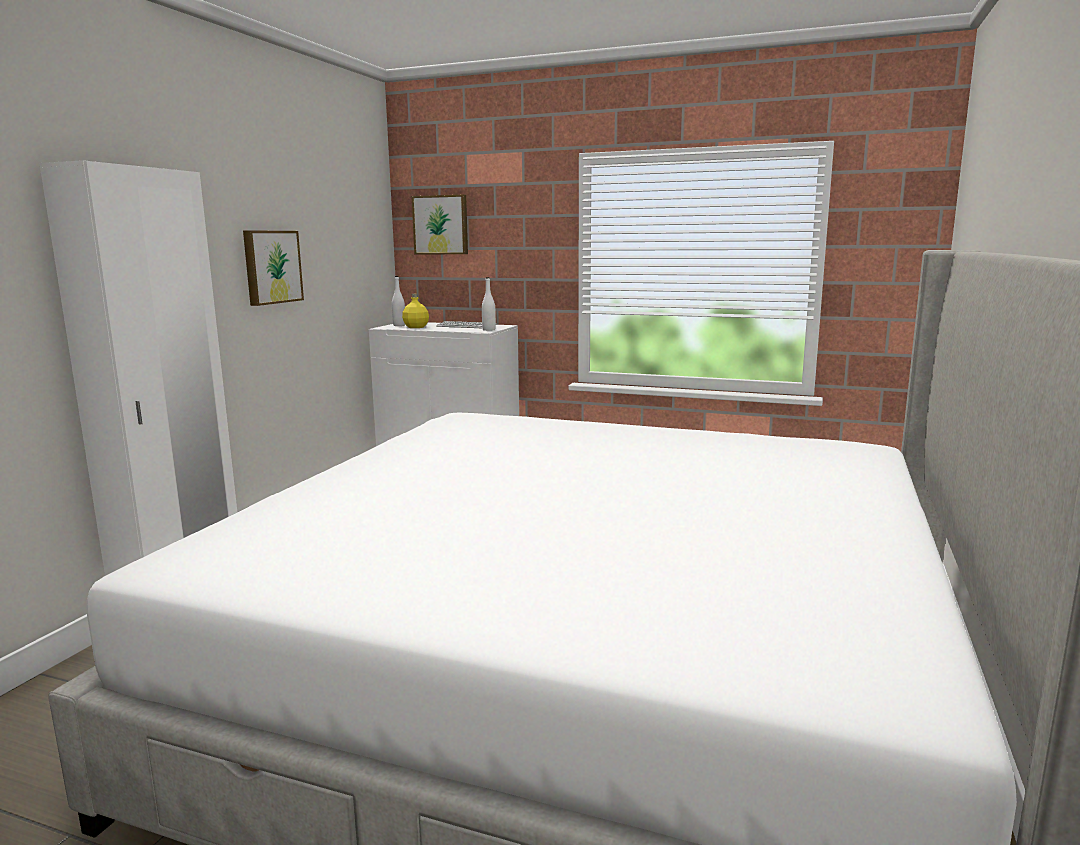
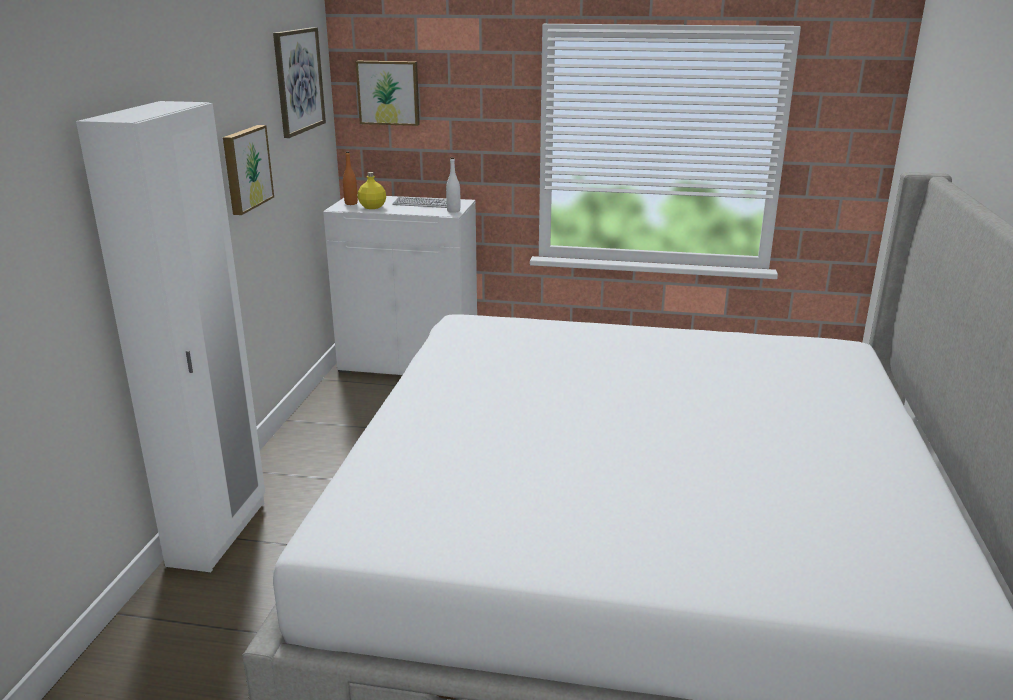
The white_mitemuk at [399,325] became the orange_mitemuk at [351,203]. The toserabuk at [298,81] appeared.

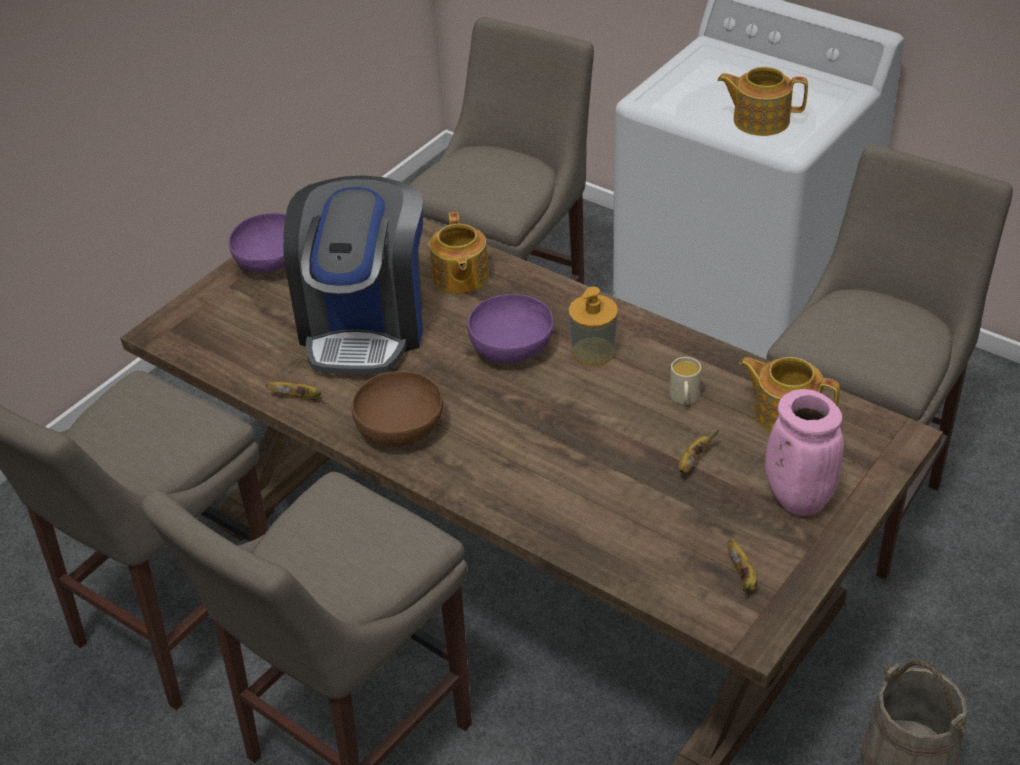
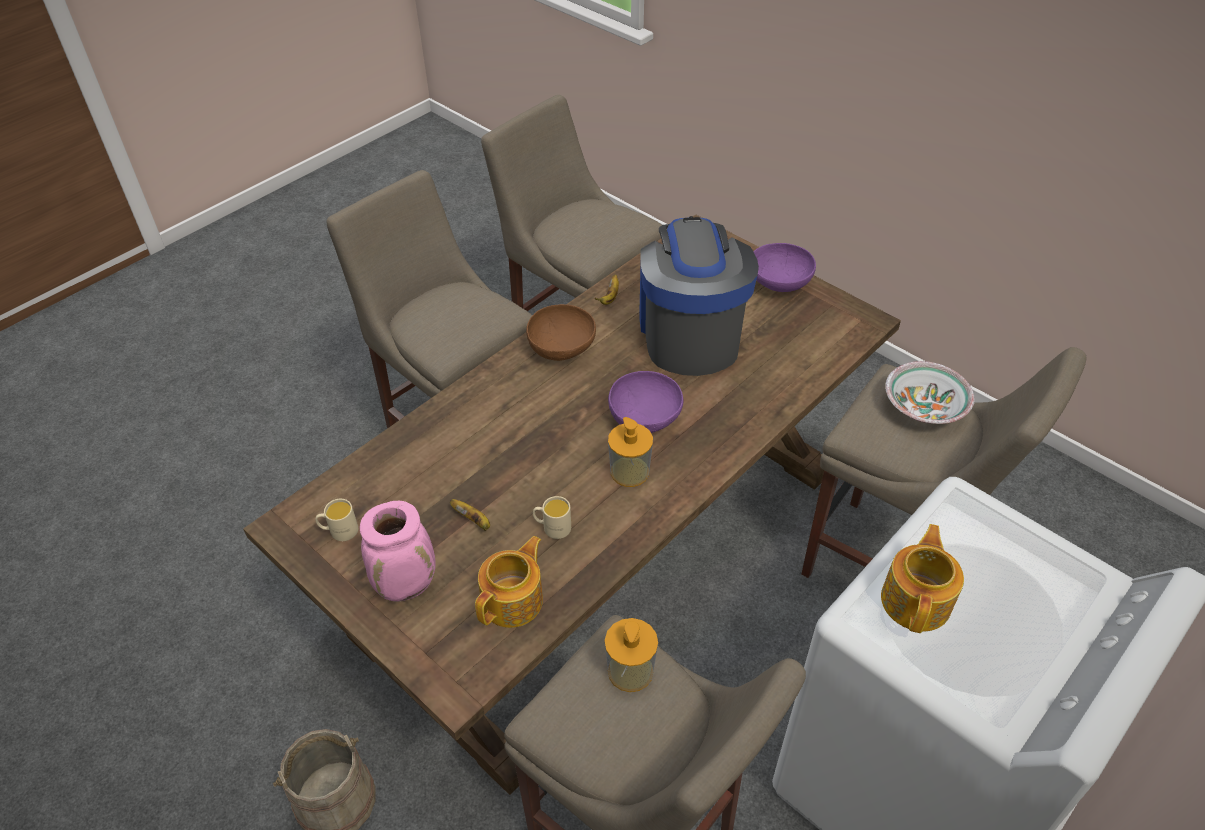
The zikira at [365,325] turned 75 degrees clockwise. The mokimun at [459,277] disappeared. The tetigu at [743,575] was replaced by the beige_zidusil at [339,531]. The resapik at [630,671] appeared. The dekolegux at [925,408] appeared.

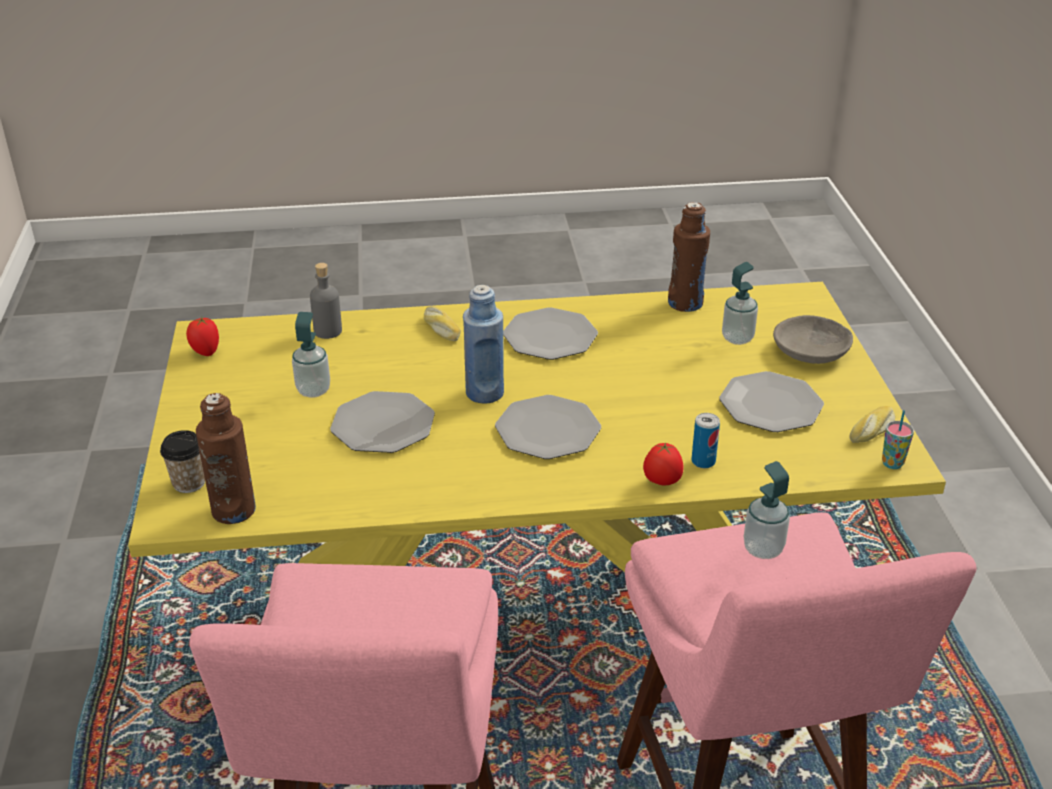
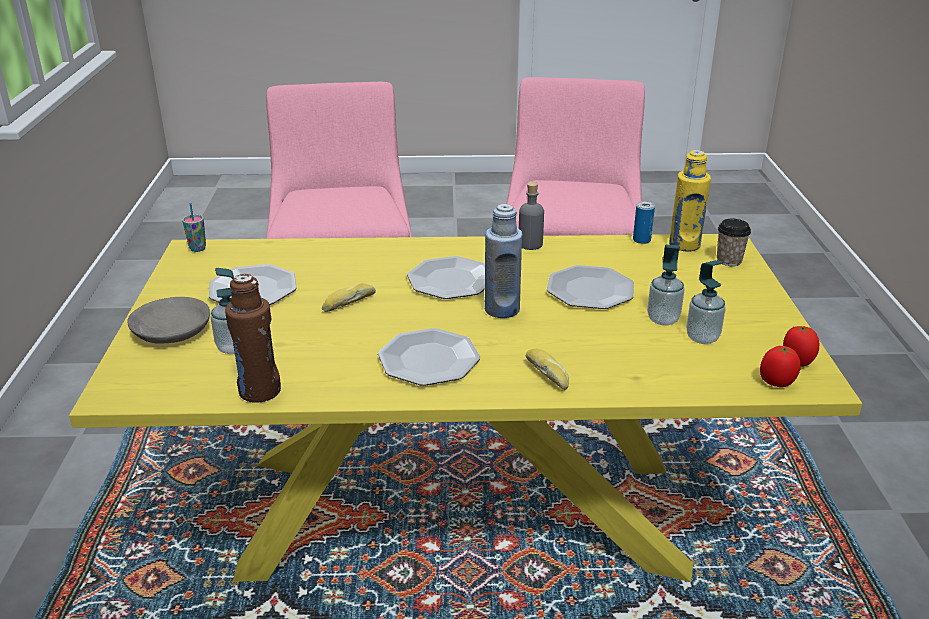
The brown_mitemuk at [233,510] became the yellow_mitemuk at [684,245]. The grey_mitemuk moved from [328,331] to [530,244]. The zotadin moved from [662,482] to [776,383]. The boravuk moved from [703,461] to [641,240]. The resapik moved from [763,549] to [702,337]. The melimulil moved from [873,431] to [348,303].

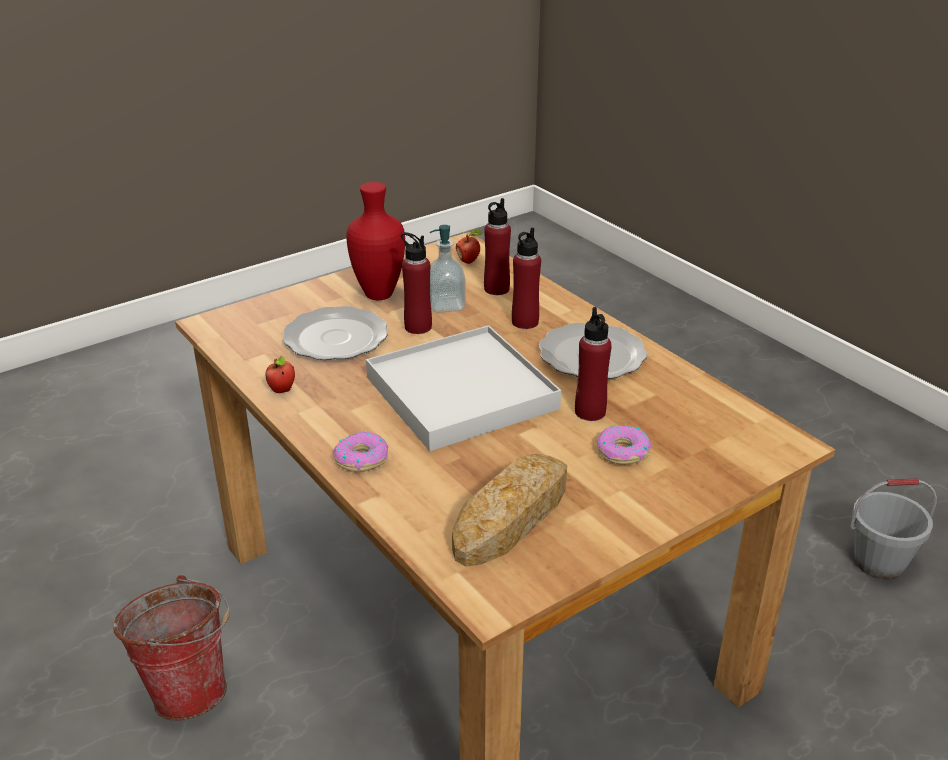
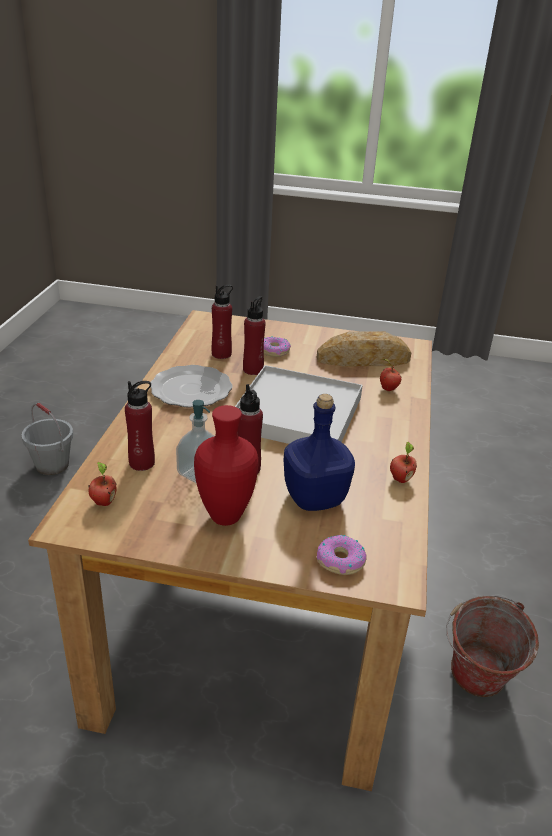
The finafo at [335,337] was replaced by the blue_mitemuk at [313,498]. The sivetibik moved from [361,459] to [340,561]. The red_mitemuk moved from [525,322] to [221,354]. The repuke at [387,389] appeared.

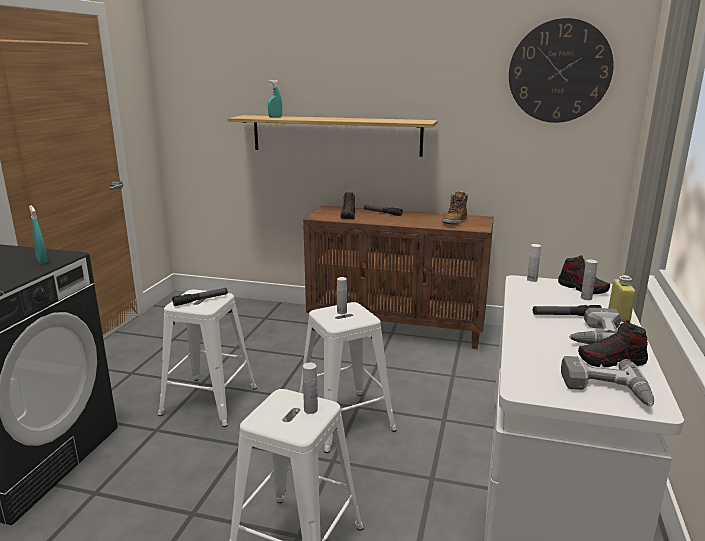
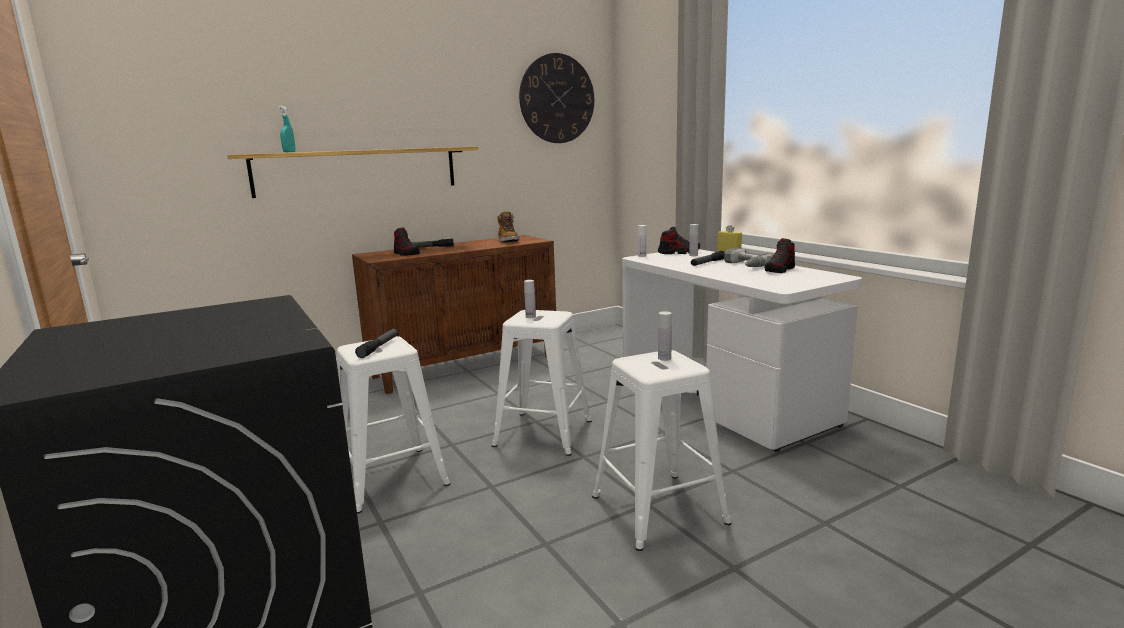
The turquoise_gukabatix at [42,261] disappeared. The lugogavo at [605,390] disappeared.

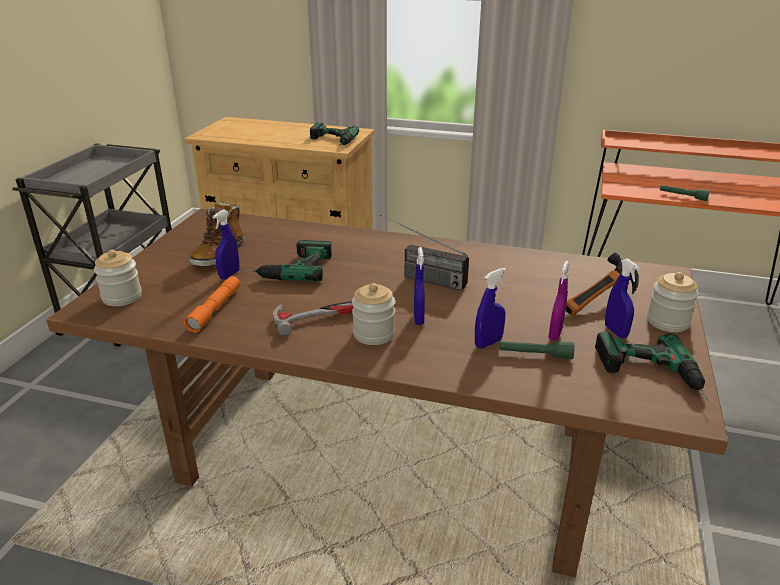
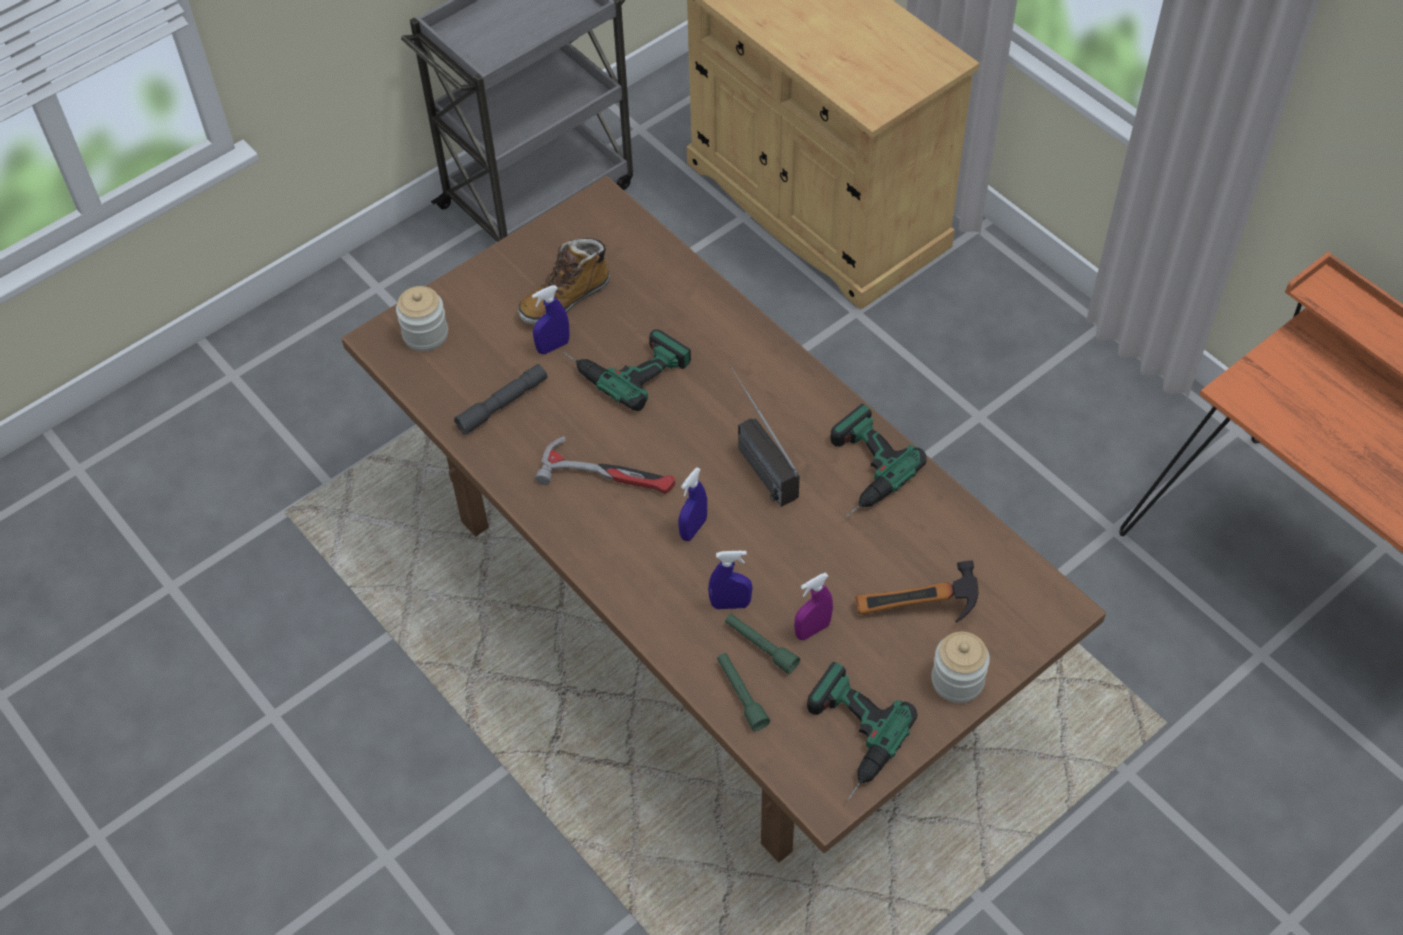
The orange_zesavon at [215,309] became the grey_zesavon at [502,404]. The lugogavo moved from [331,141] to [858,471]. The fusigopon at [374,334] disappeared. The blue_gukabatix at [615,331] disappeared. The green_zesavon moved from [682,196] to [741,695].

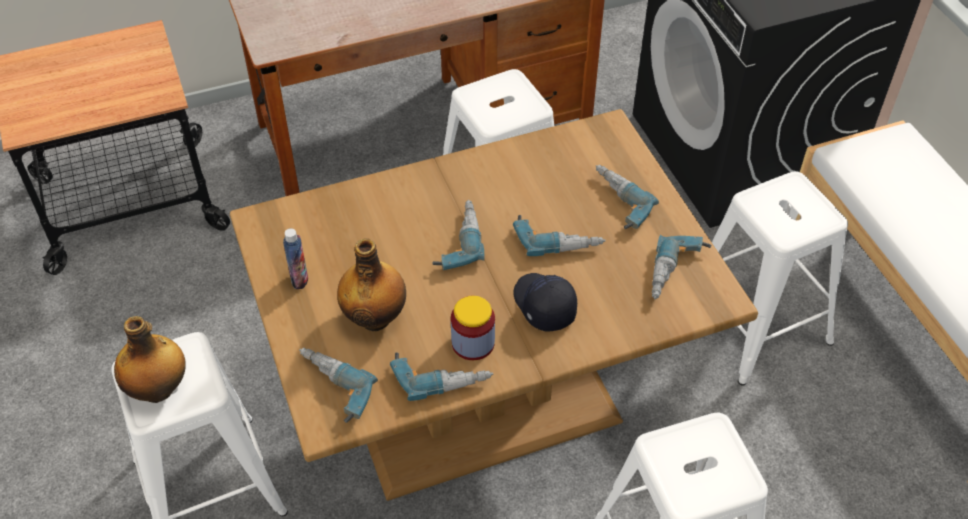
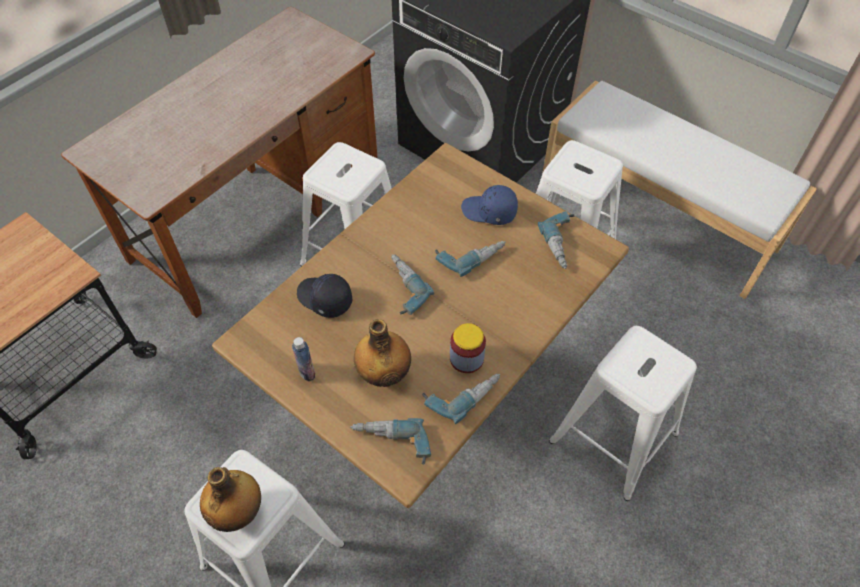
The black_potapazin moved from [543,305] to [324,299]. The lugogavo at [615,203] was replaced by the blue_potapazin at [489,212].

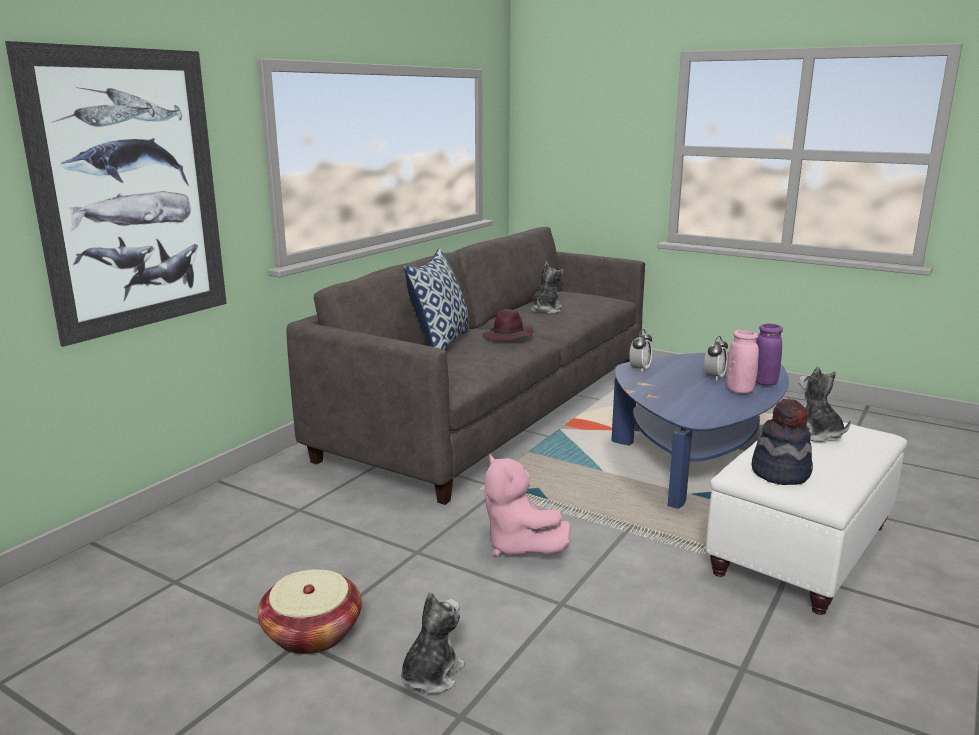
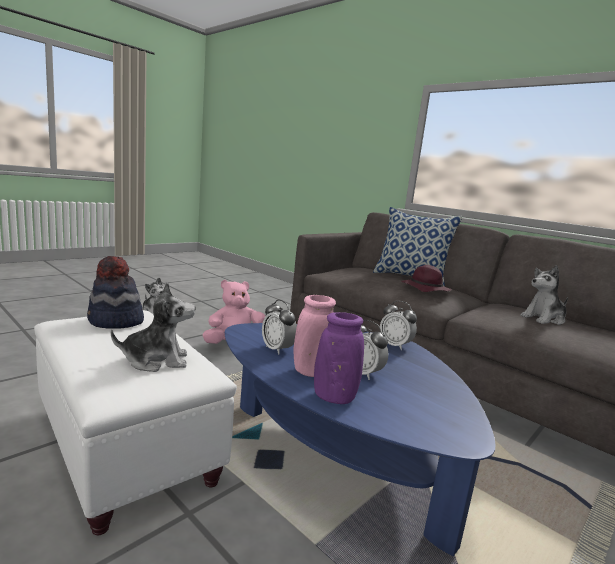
The toserabuk at [131,192] disappeared. The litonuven at [312,633] disappeared. The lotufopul at [545,310] turned 120 degrees clockwise. The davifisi at [277,349] appeared.

